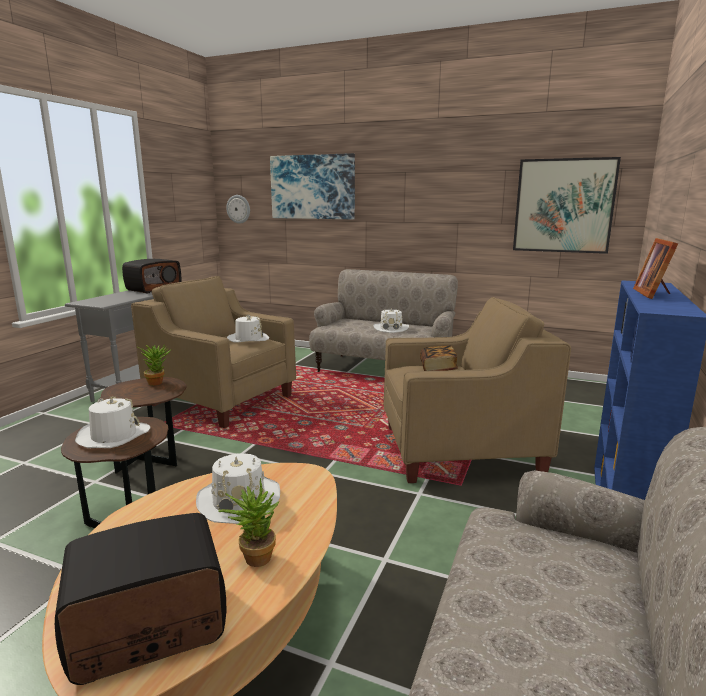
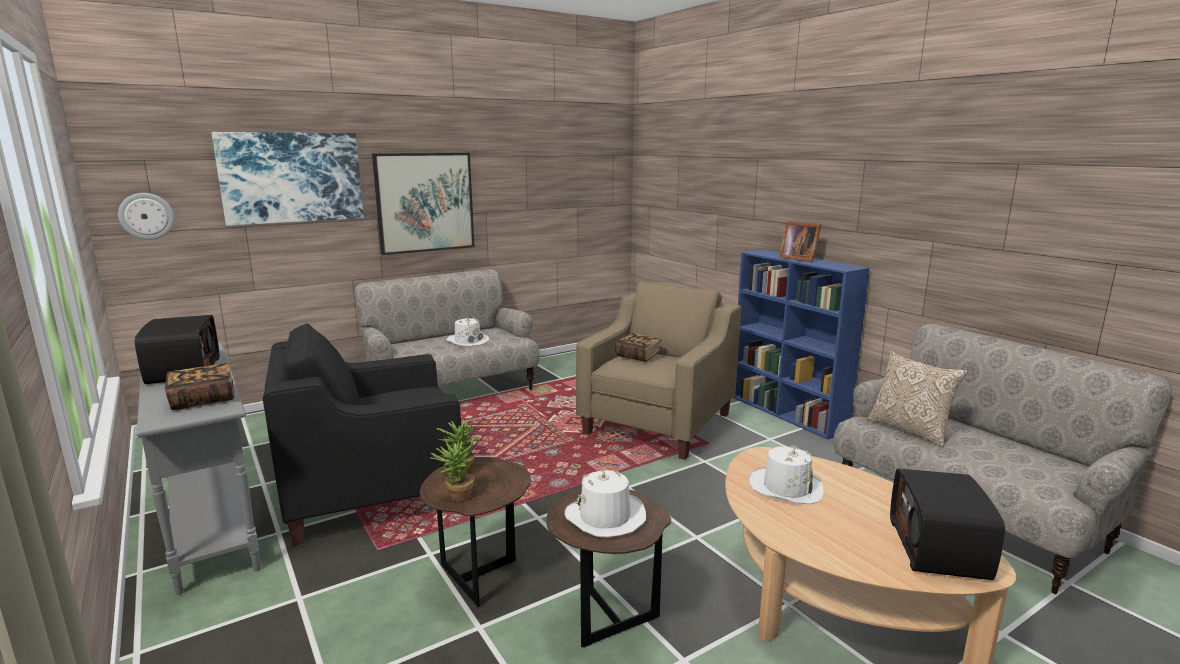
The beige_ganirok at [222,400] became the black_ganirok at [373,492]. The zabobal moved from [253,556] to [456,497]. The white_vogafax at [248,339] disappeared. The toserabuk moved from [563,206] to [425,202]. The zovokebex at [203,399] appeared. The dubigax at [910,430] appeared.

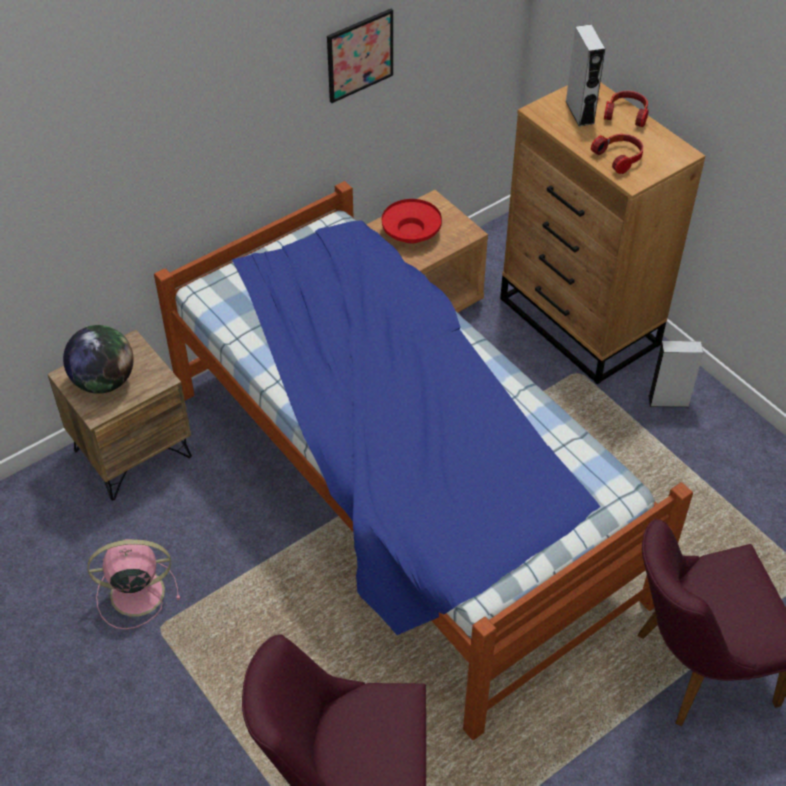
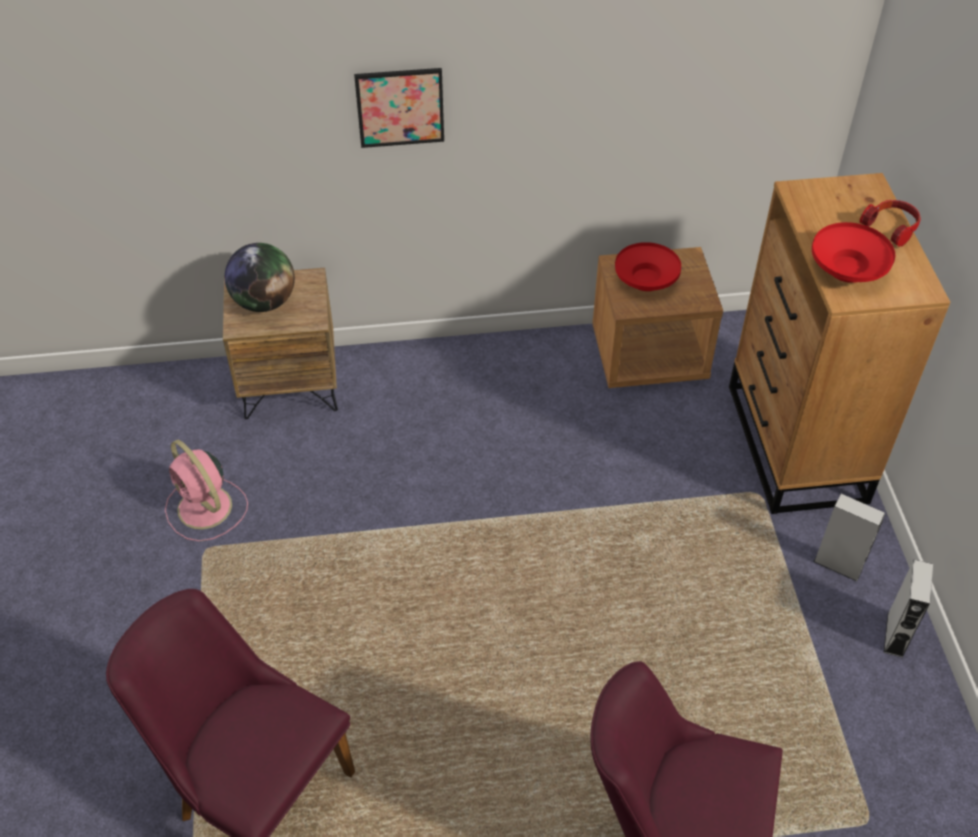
The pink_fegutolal at [134,593] turned 150 degrees counterclockwise. The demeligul at [400,494] disappeared. The toserabuk moved from [360,55] to [400,107]. The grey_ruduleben moved from [579,112] to [895,635]. The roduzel at [619,157] was replaced by the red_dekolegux at [848,268].

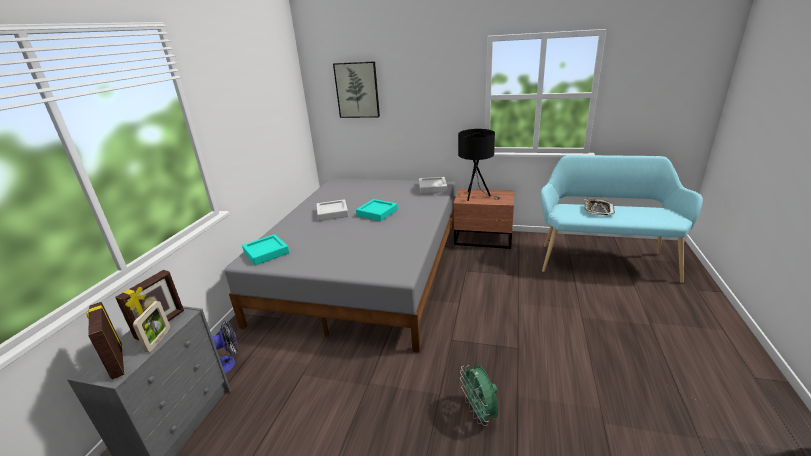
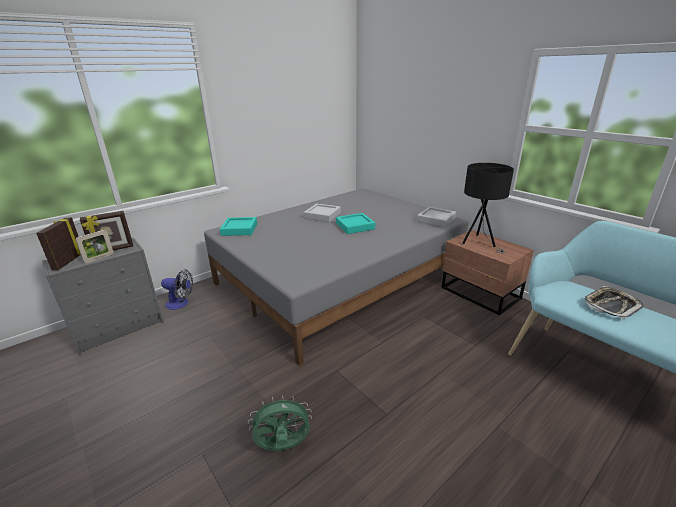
The toserabuk at [357,90] disappeared. The green_fegutolal at [479,413] turned 60 degrees clockwise.

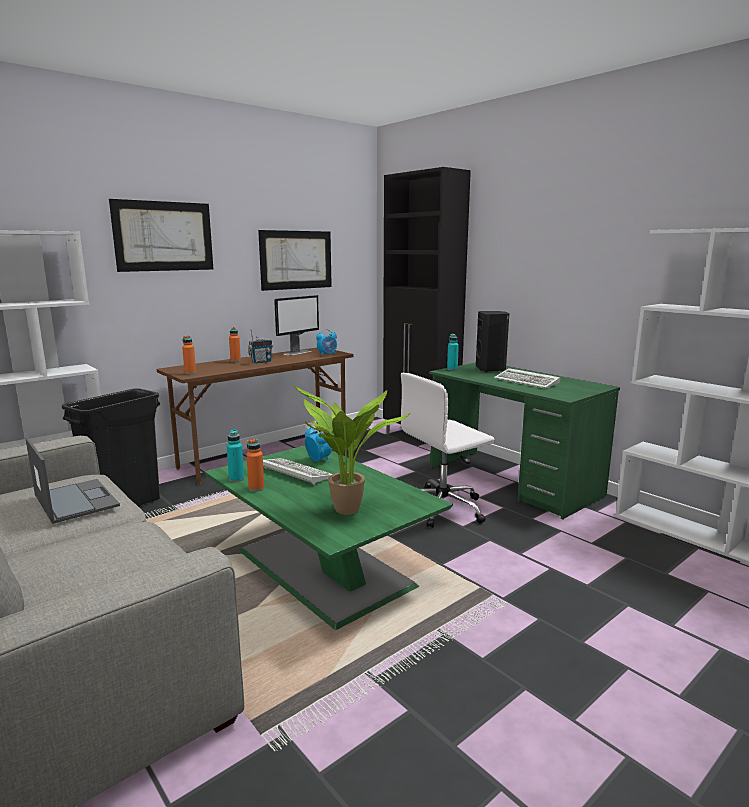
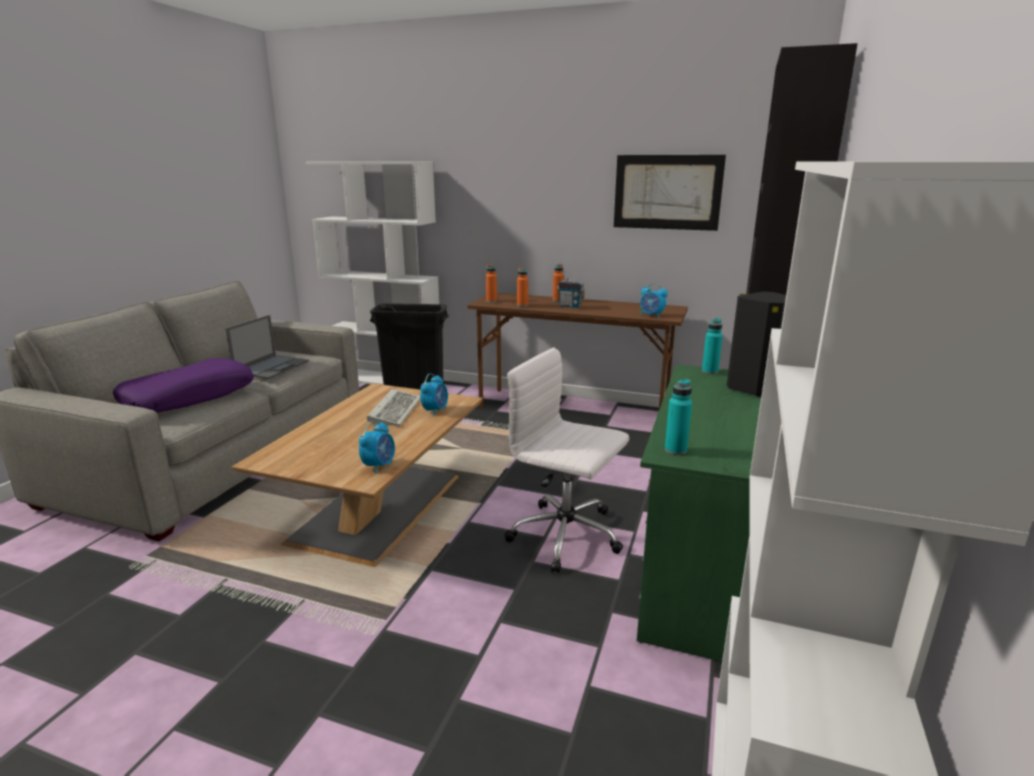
The toserabuk at [164,236] disappeared. The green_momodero at [321,566] became the brown_momodero at [380,506]. The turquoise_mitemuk moved from [236,479] to [675,450]. The orange_mitemuk moved from [256,488] to [522,305]. The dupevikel at [298,352] disappeared. The zabobal at [346,512] disappeared. The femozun at [528,382] disappeared. The purple_dubigax at [189,397] appeared. The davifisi at [379,466] appeared.

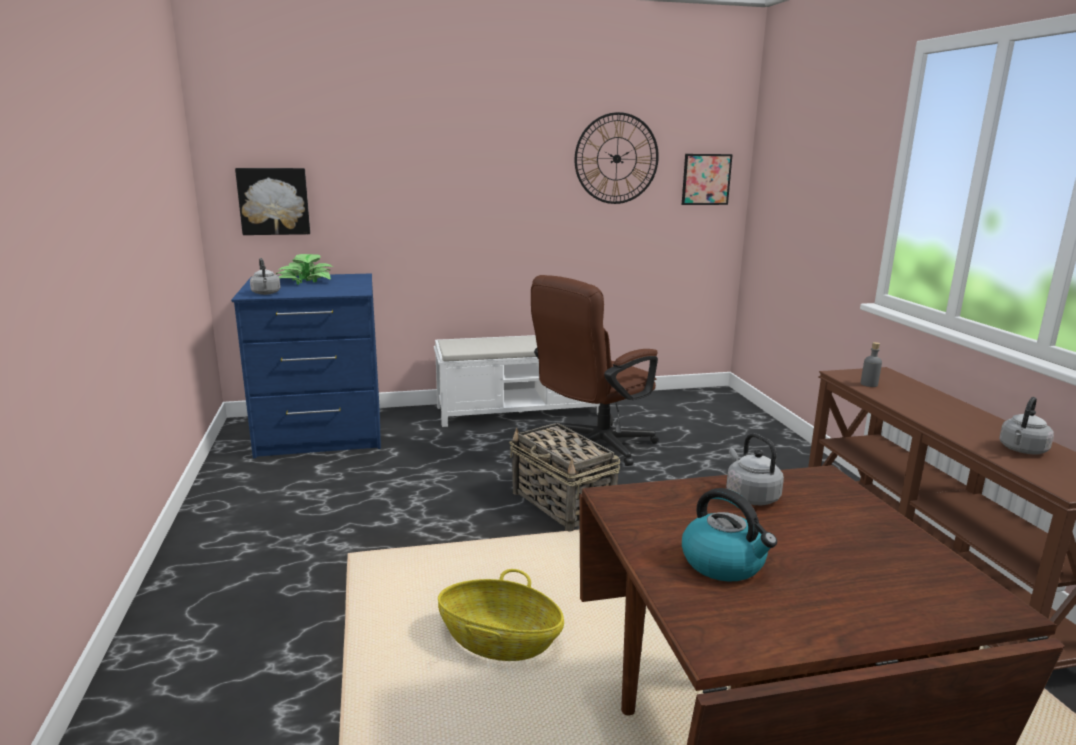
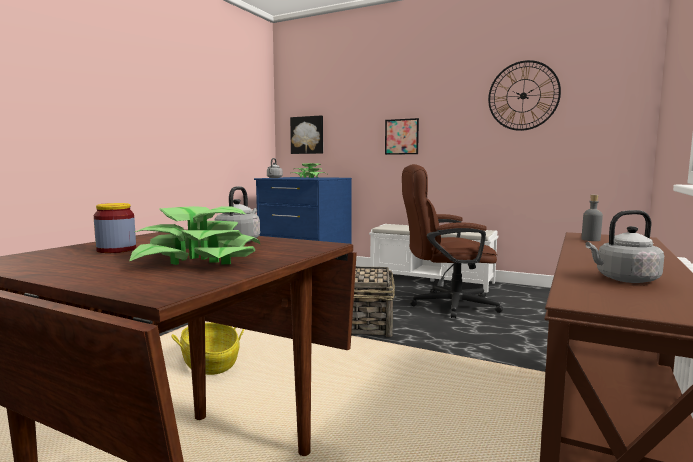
The toserabuk moved from [706,179] to [401,136]. The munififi at [724,563] was replaced by the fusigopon at [116,250]. The zabobal at [199,259] appeared.

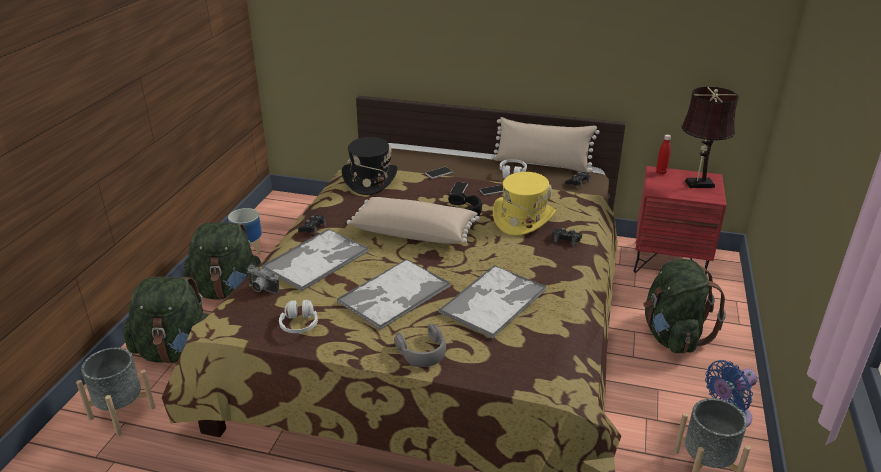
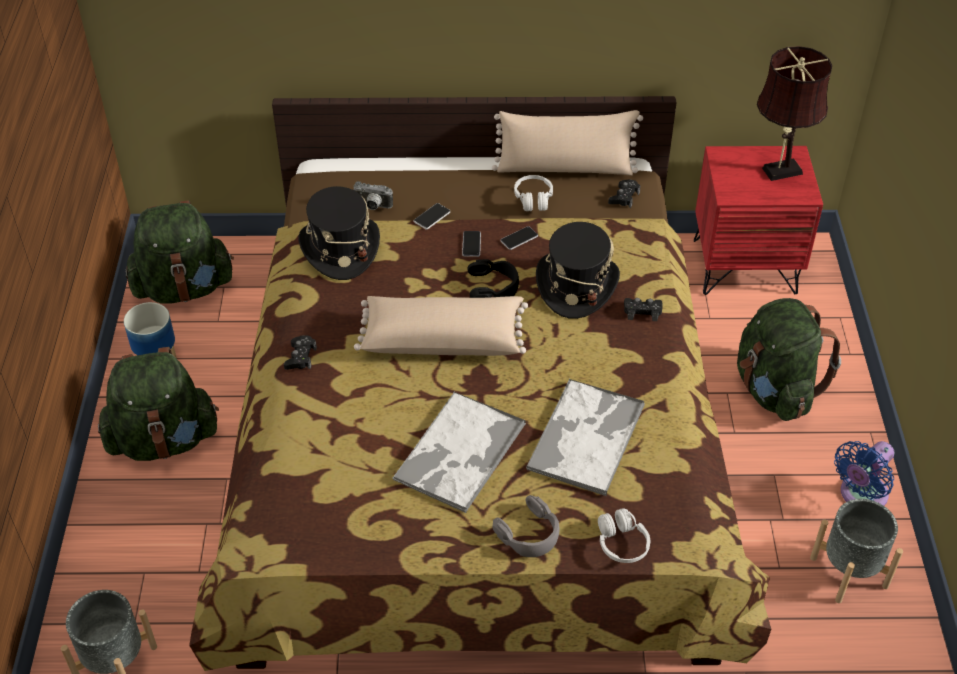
The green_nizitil moved from [177,352] to [184,288]. The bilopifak moved from [261,289] to [372,206]. The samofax at [317,259] disappeared. The white_roduzel moved from [299,324] to [622,543]. The yellow_vogafax at [523,219] became the black_vogafax at [576,285]. The red_mitemuk at [661,172] disappeared.

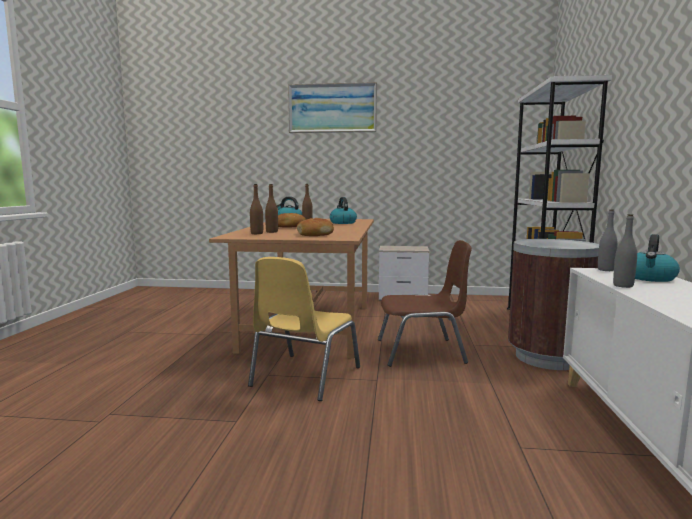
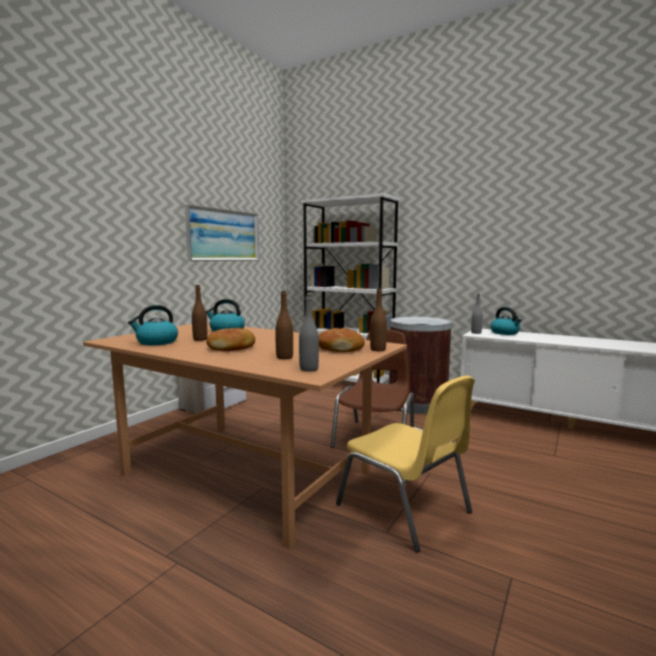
The brown_mitemuk moved from [257,233] to [378,350]. The toserabuk moved from [332,108] to [224,235]. The grey_mitemuk moved from [623,286] to [309,369].

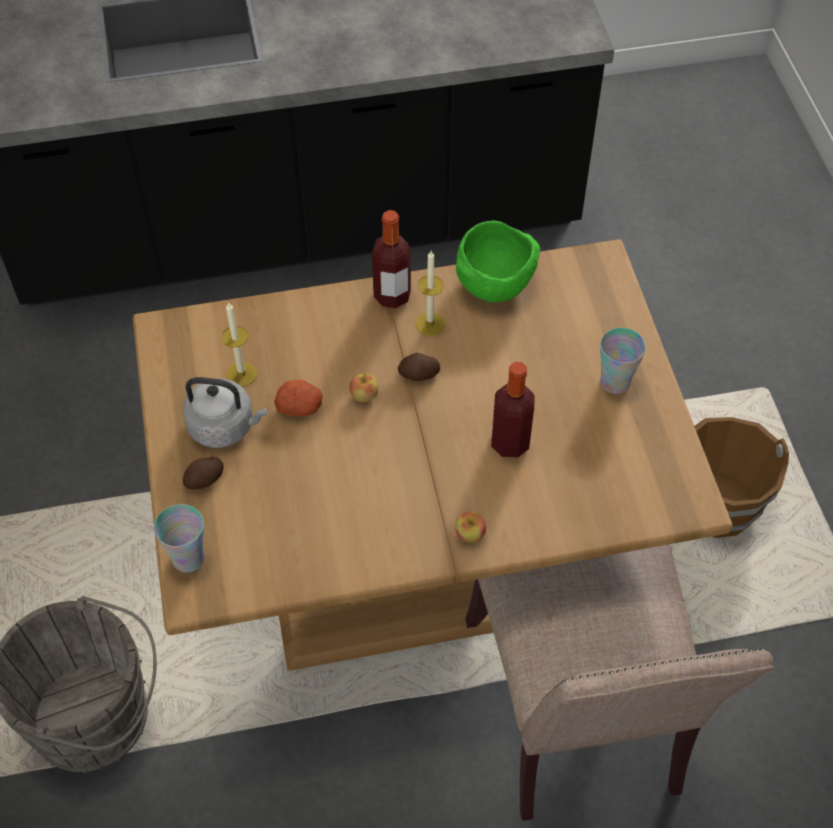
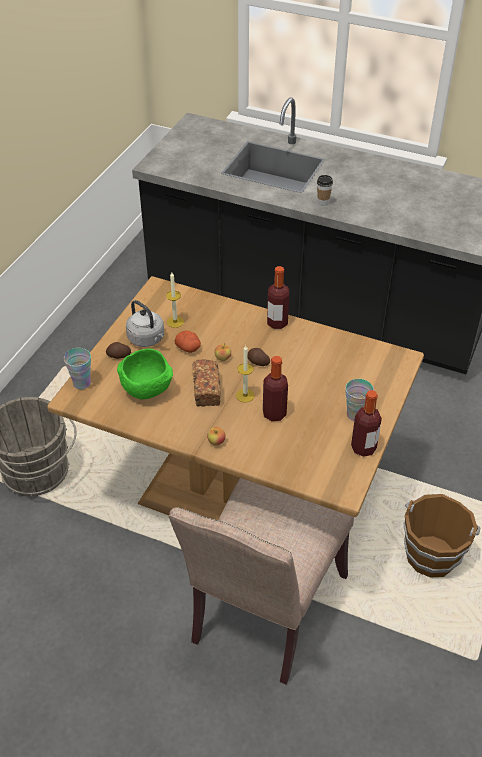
The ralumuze moved from [430,324] to [245,395]. The green_dekolegux moved from [495,284] to [148,390]. The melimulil at [206,390] appeared. The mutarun at [323,202] appeared. The mitemuk at [363,448] appeared.

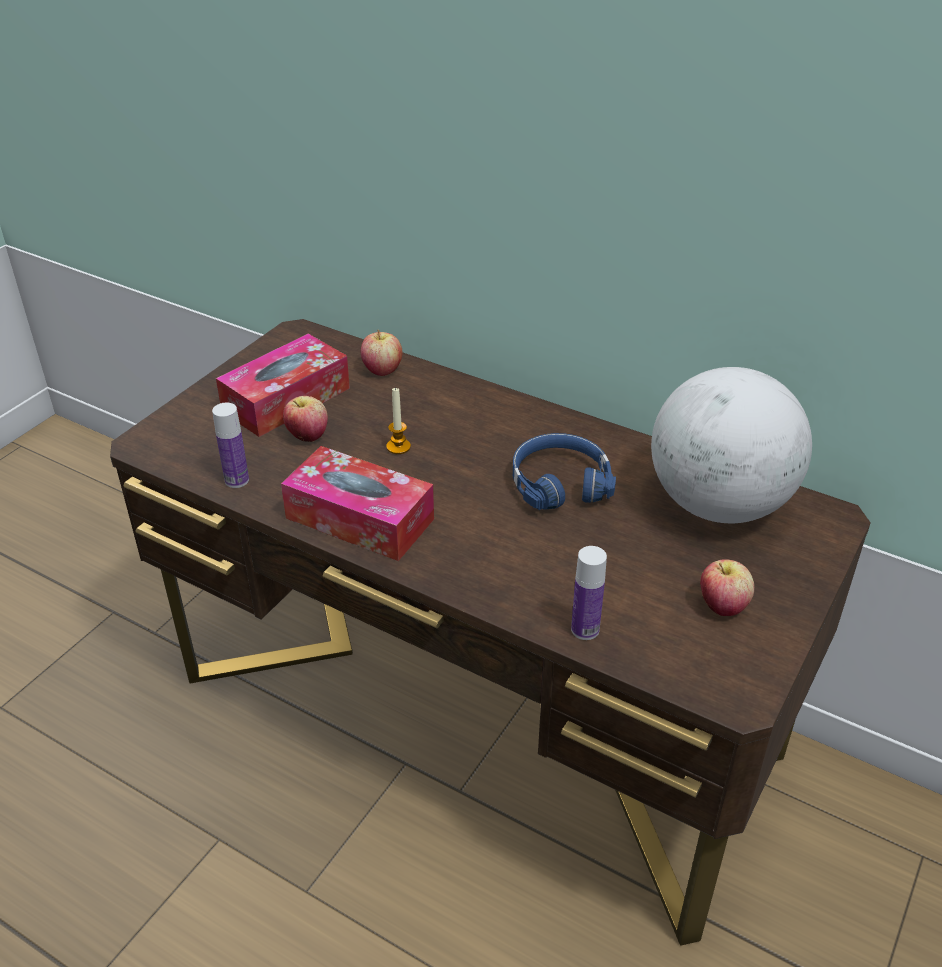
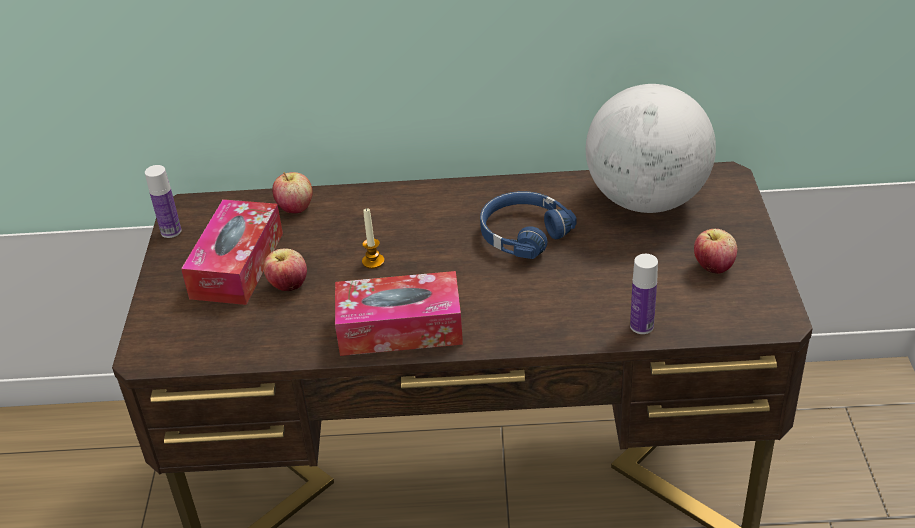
The mitemuk moved from [237,480] to [171,231].

